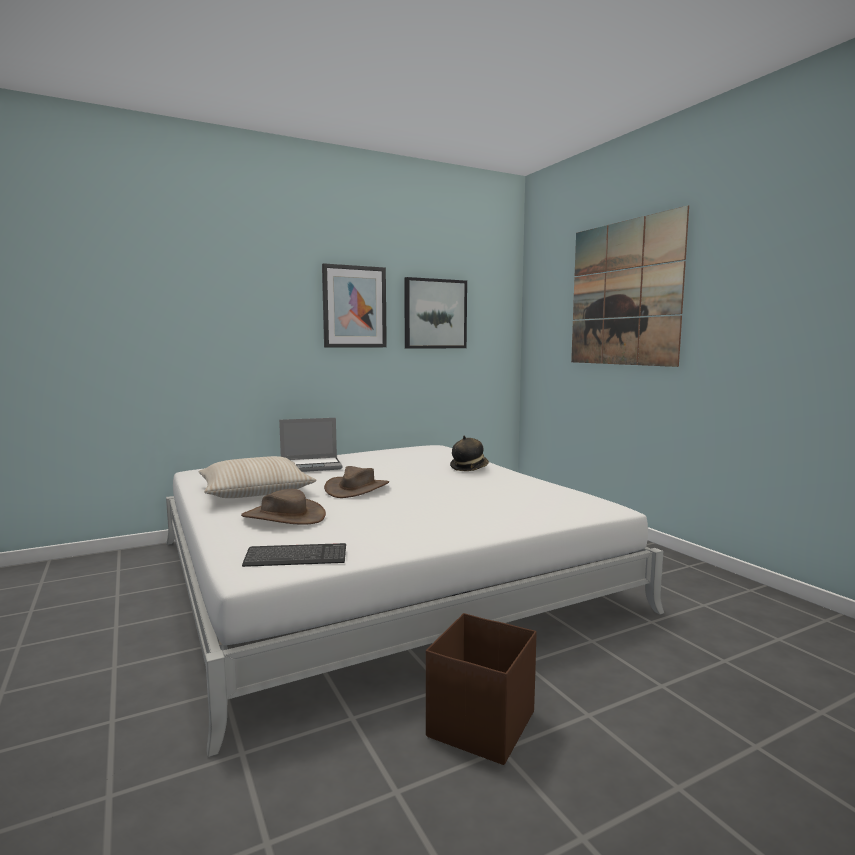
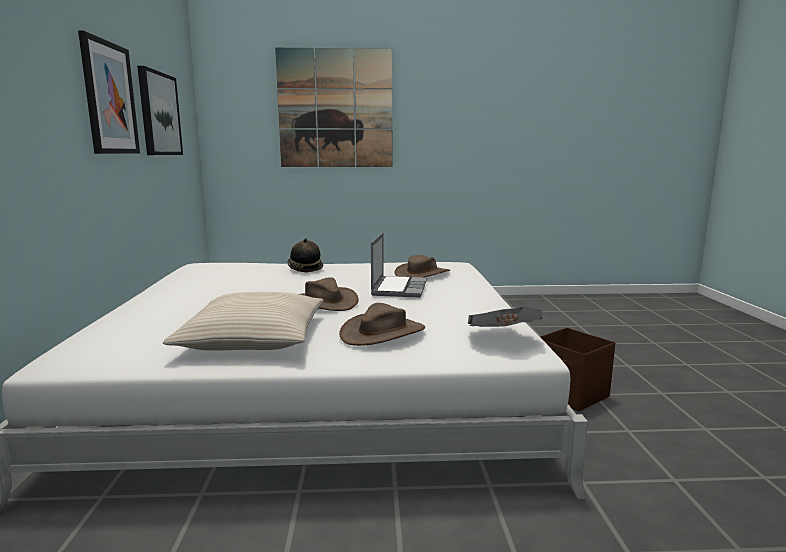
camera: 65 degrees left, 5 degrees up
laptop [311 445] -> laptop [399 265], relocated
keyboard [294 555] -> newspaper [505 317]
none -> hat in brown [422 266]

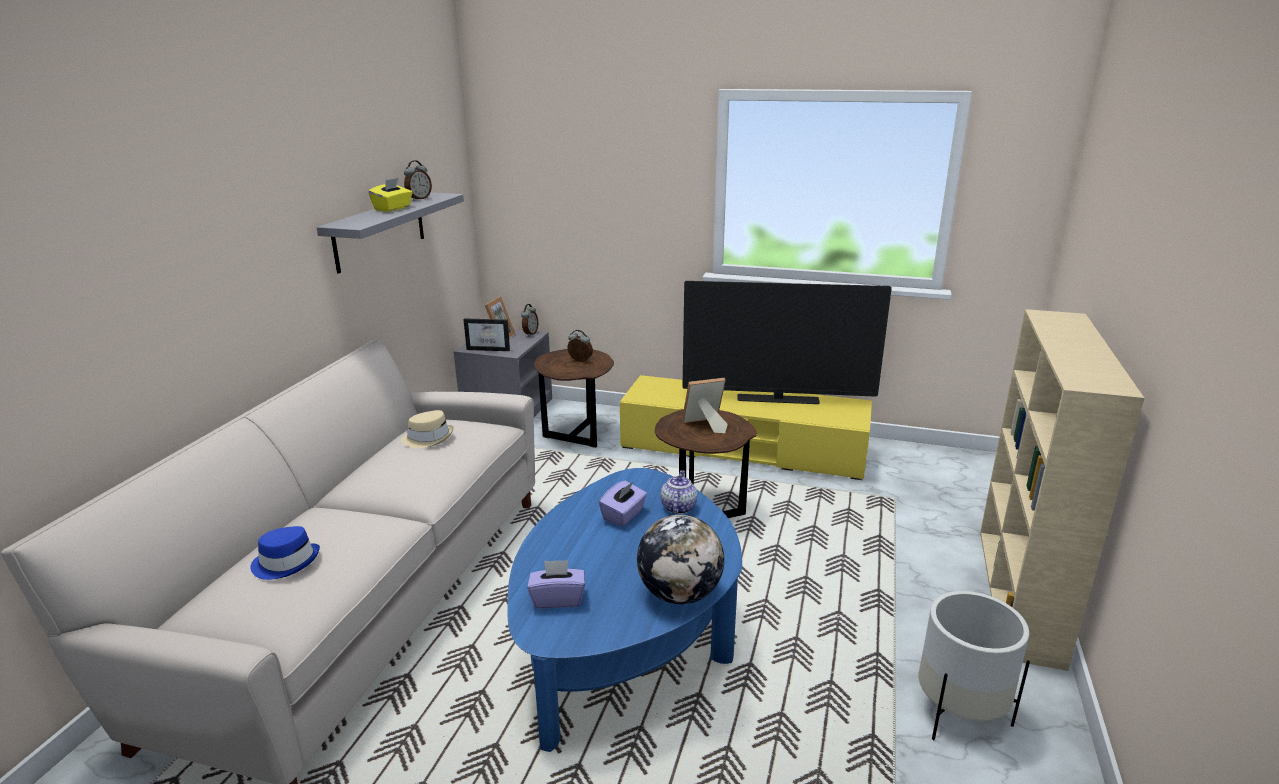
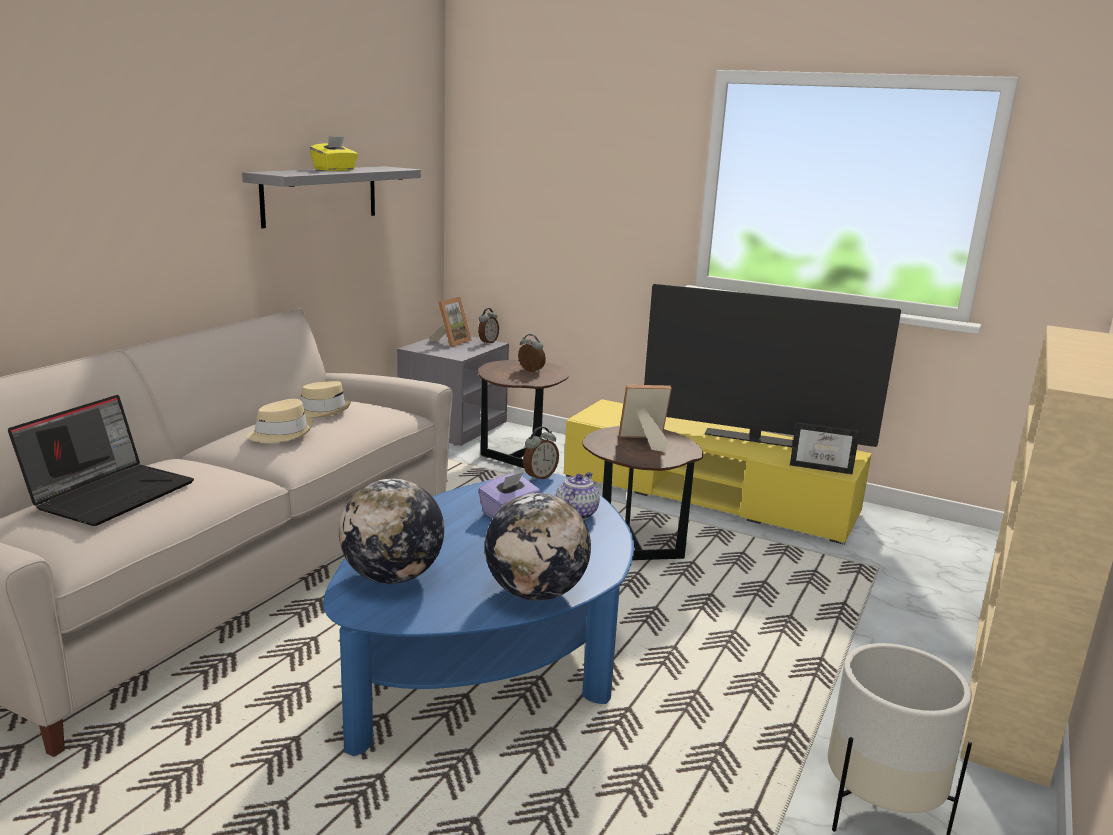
camera: 10 degrees right, 5 degrees down
alarm clock [418 180] -> alarm clock [541 454], relocated
picture frame [486 334] -> picture frame [825 448], relocated
hat in blue [285 553] -> laptop [101 460]
tissue box in purple [556 584] -> globe [391 531]
none -> hat in beige [280 421]

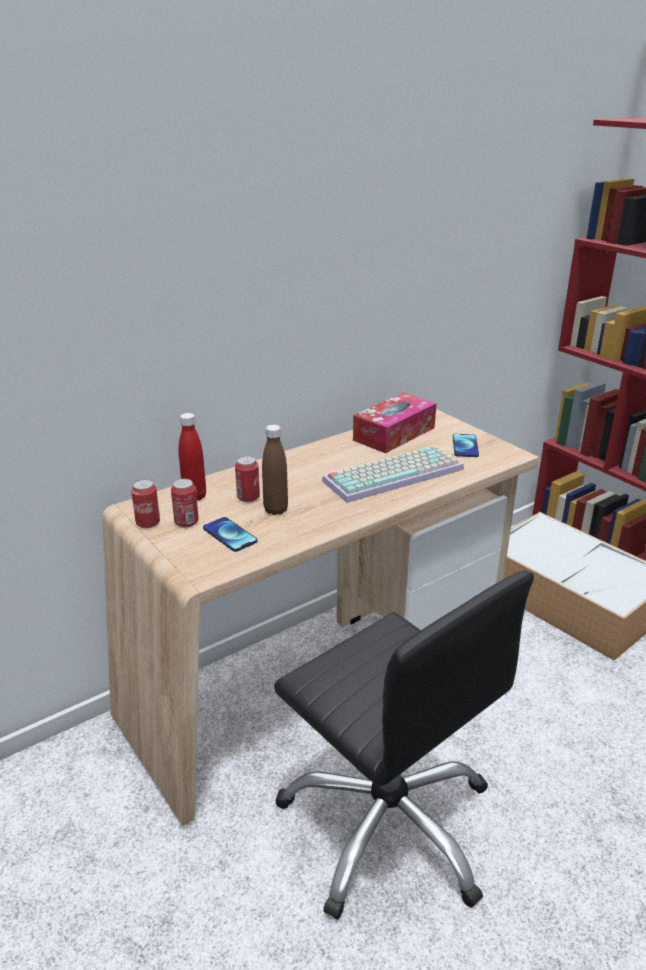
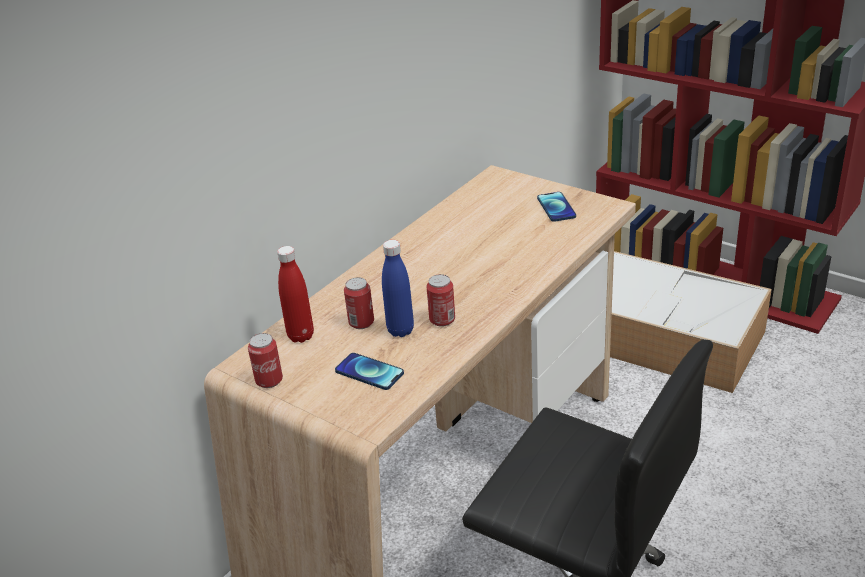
camera: 15 degrees left, 5 degrees up
tissue box [394 423] -> none
bottle in brown [275 469] -> bottle in blue [398 288]
keyboard [393 474] -> none
can [185 503] -> can [440 300], relocated

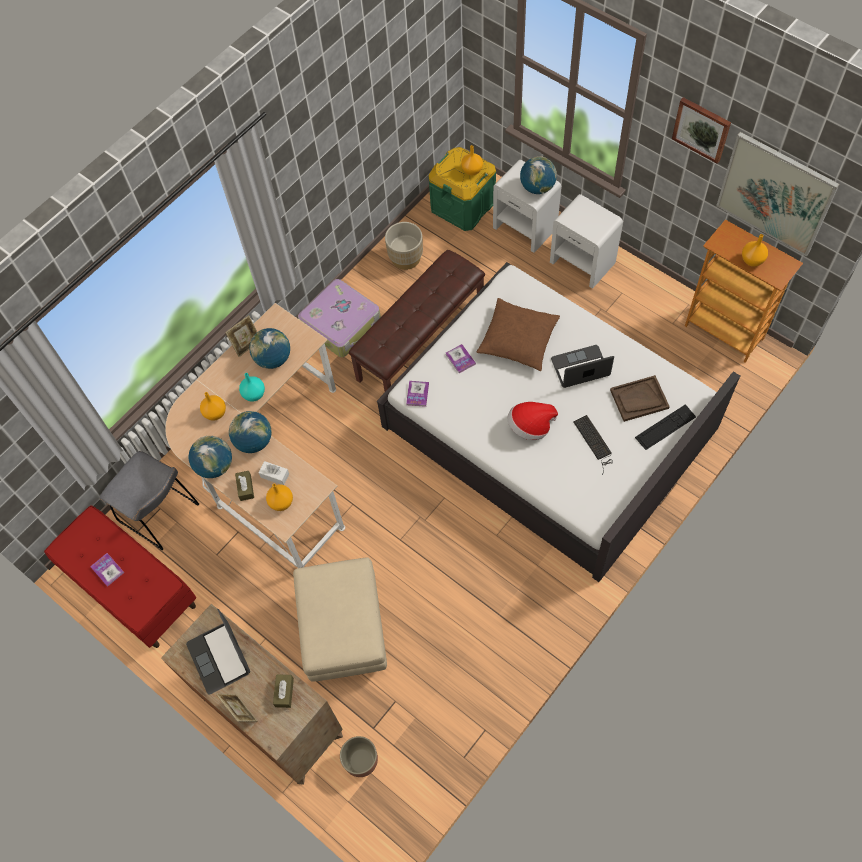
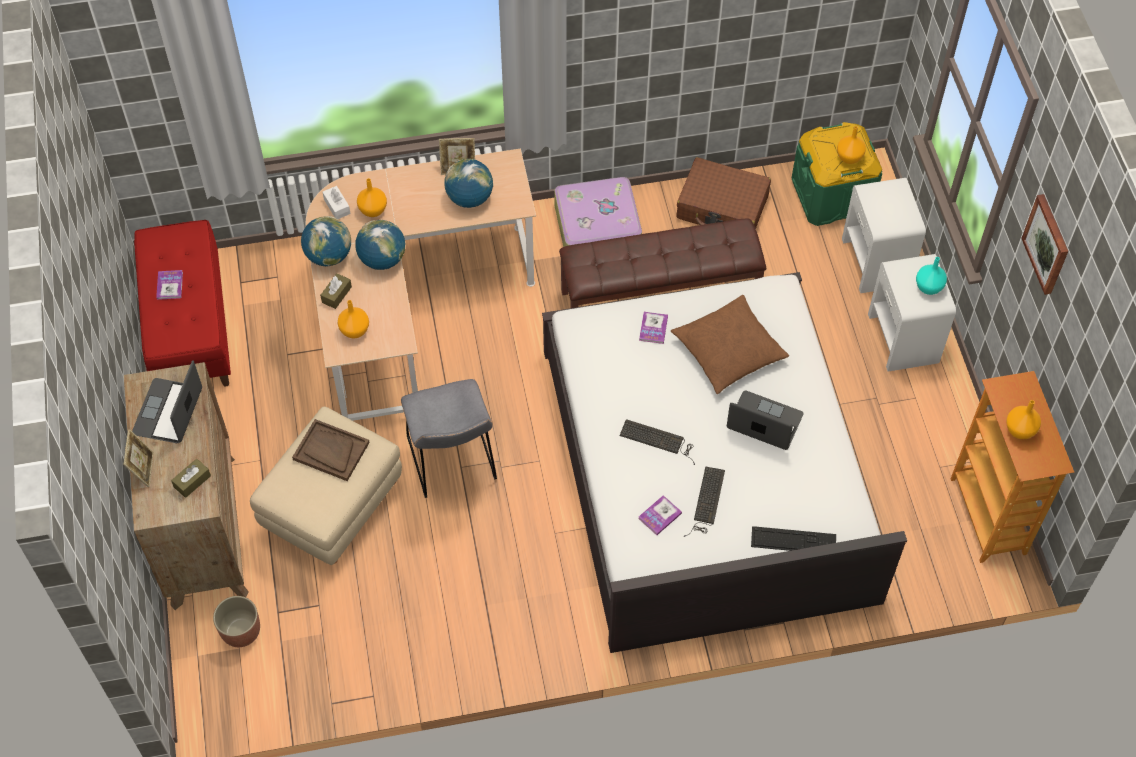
camera: 35 degrees right, 5 degrees down
picture [778 194] -> none
globe [538 175] -> none
planter in beige [404 246] -> suitcase in brown [724 192]
vase in turquoise [252 387] -> vase in turquoise [931 276], relocated
tray in brown [640 398] -> tray in brown [330 450], relocated
book [417 394] -> book [660 515], relocated
hat [533 421] -> keyboard [657 442]
chair in grey [149 500] -> chair in grey [449 438], relocated
tissue box in white [274 473] -> tissue box in white [336 202], relocated

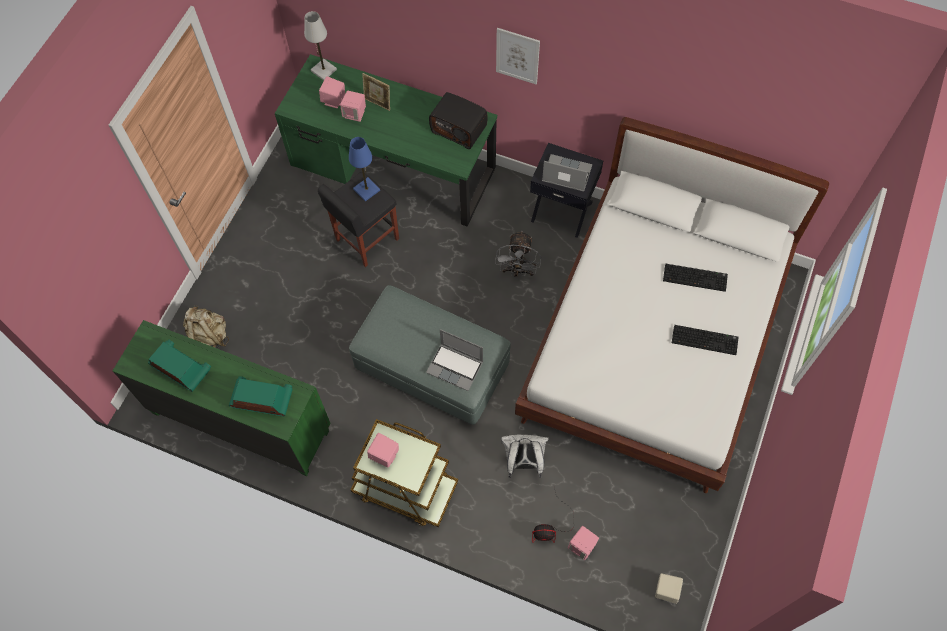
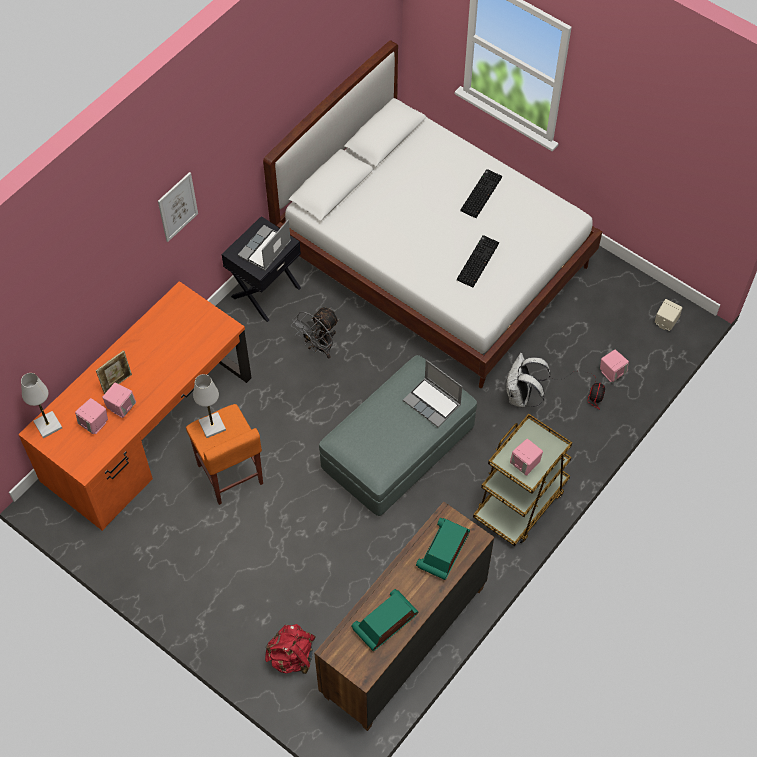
camera: 75 degrees left, 5 degrees down
desk in green [386 140] -> desk in orange [135 406]
radio [458 120] -> none
table lamp in blue [364 169] -> table lamp in white [209 406]
stool in black [358 219] -> stool in orange [224 454]
fan in grey [518 254] -> fan in grey [315 333], 105 degrees clockwise
keyboard [695 278] -> keyboard [478 261], relocated
backpack in beige [206 326] -> backpack in red [290 649]
dresser in green [221 398] -> dresser in brown [404 616]
laptop [454 360] -> laptop [432 393], 90 degrees clockwise

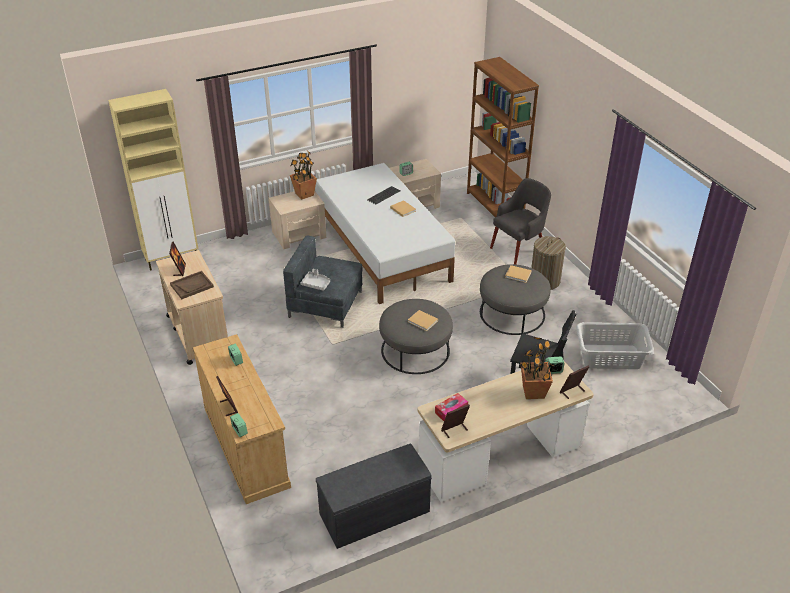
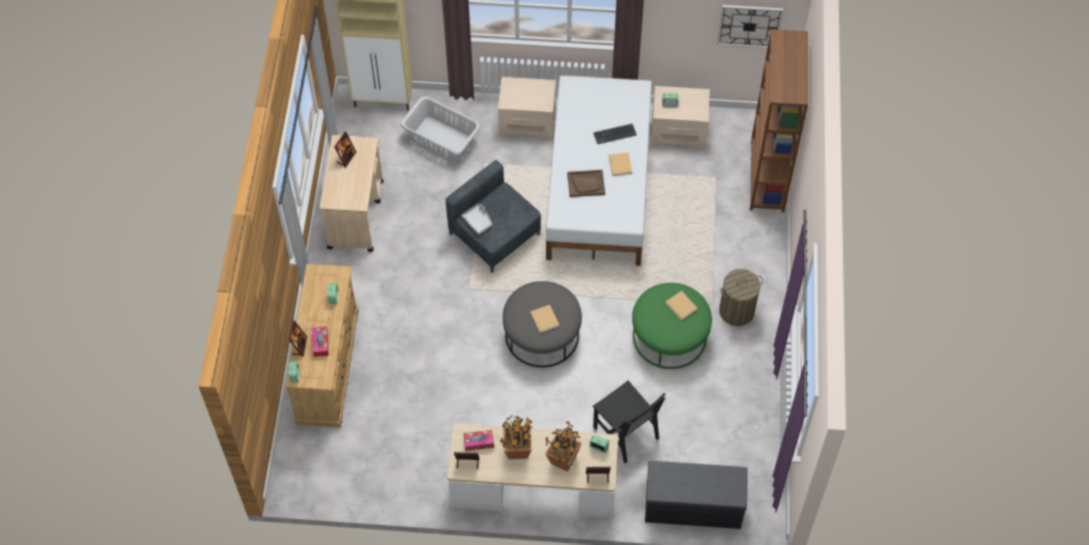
camera: 30 degrees right, 20 degrees up
potted plant [303 175] -> potted plant [516 437], relocated
armchair in grey [520 221] -> none
ottoman in grey [515 299] -> ottoman in green [672 326]
tray in brown [192 285] -> tray in brown [586 183], relocated
laundry basket in grey [615 345] -> laundry basket in grey [440 129], relocated
bench in grey [374 496] -> bench in grey [696 495], relocated
none -> wall clock [750 26]
none -> tissue box [320 341]

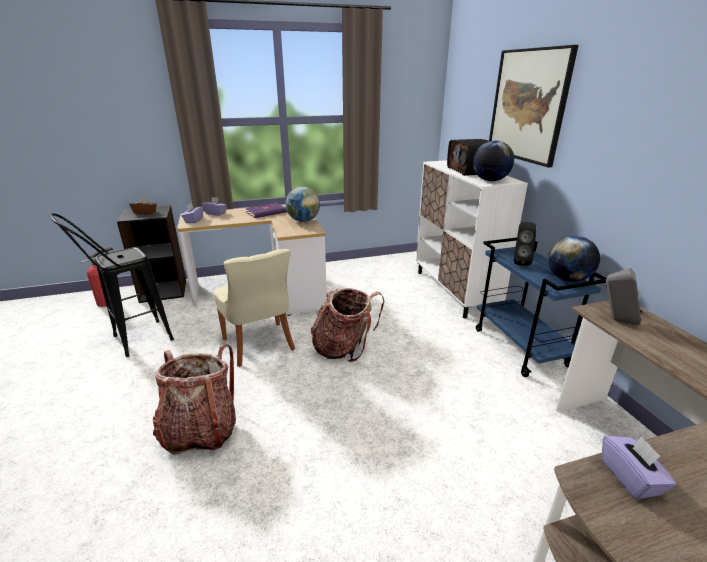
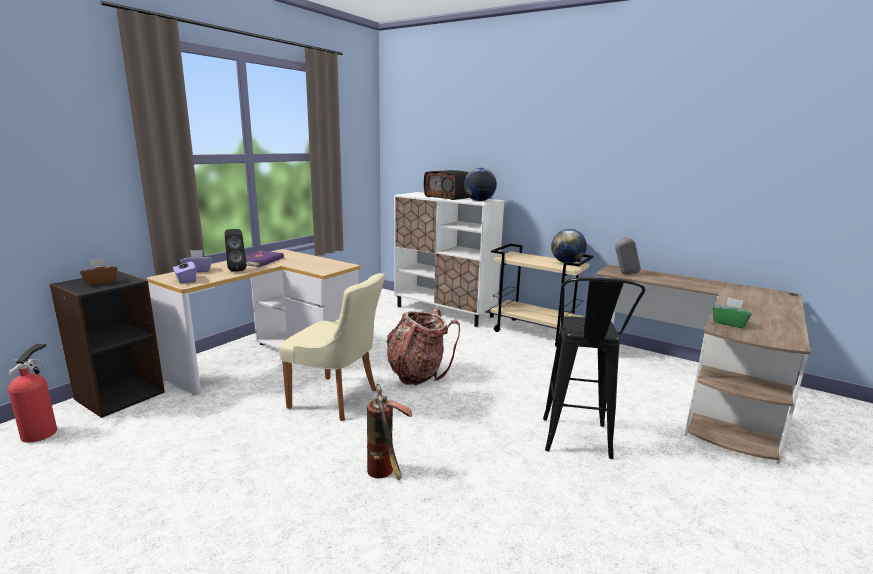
camera: 40 degrees left, 10 degrees down
picture [534 106] -> none
globe [302 204] -> none
stool in black [112 285] -> stool in black [594 368], relocated
speaker in black [525 244] -> speaker in black [236 250], relocated
cart in blue [541 307] -> cart in beige [542 295]
backpack [194 399] -> fire extinguisher [389 432]
tissue box in purple [639 467] -> tissue box in green [732 312]

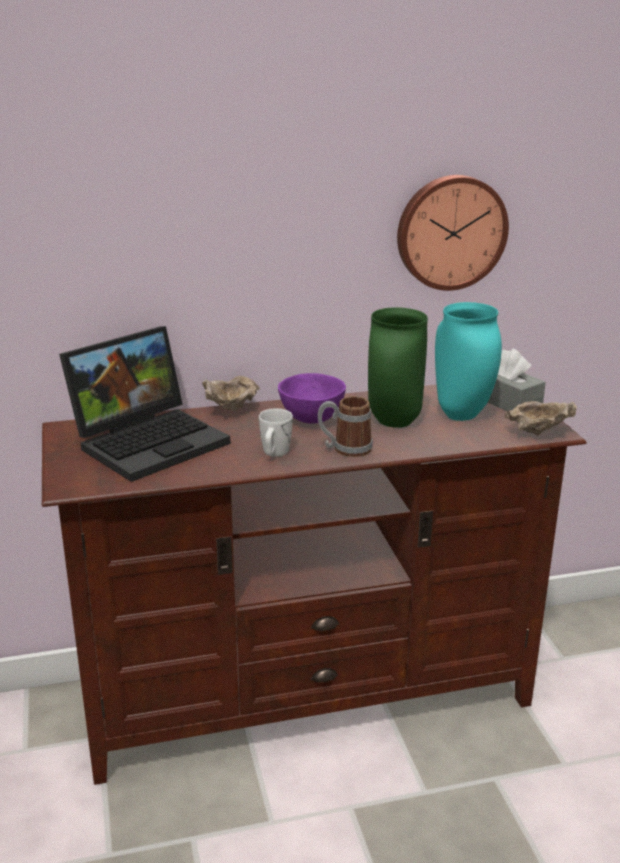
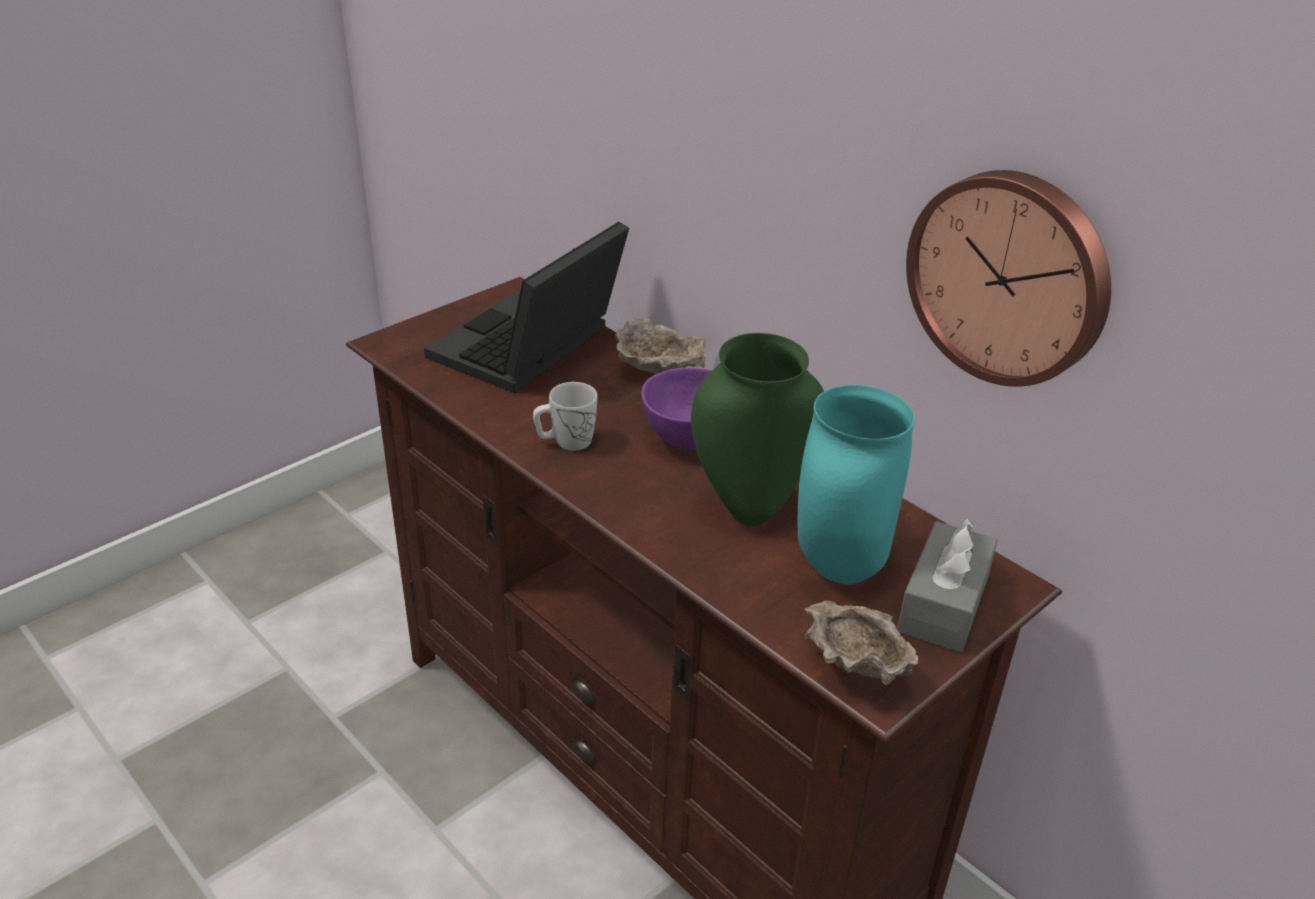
camera: 60 degrees right, 10 degrees up
laptop [144 404] -> laptop [526 308], 105 degrees clockwise
mug [345 426] -> none

